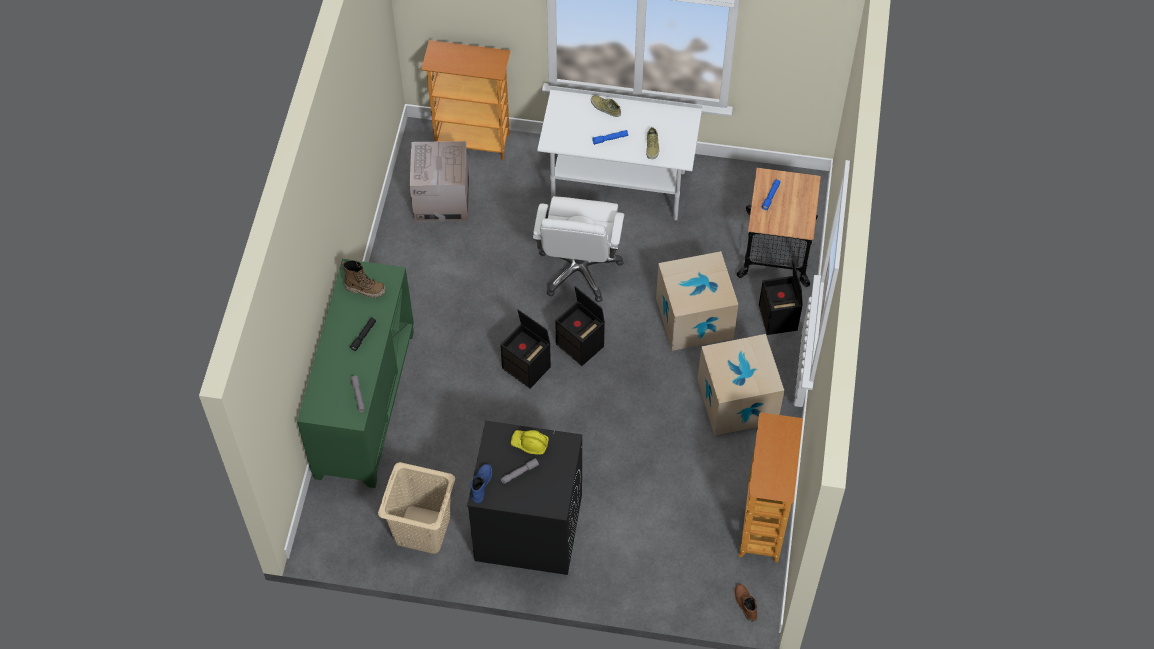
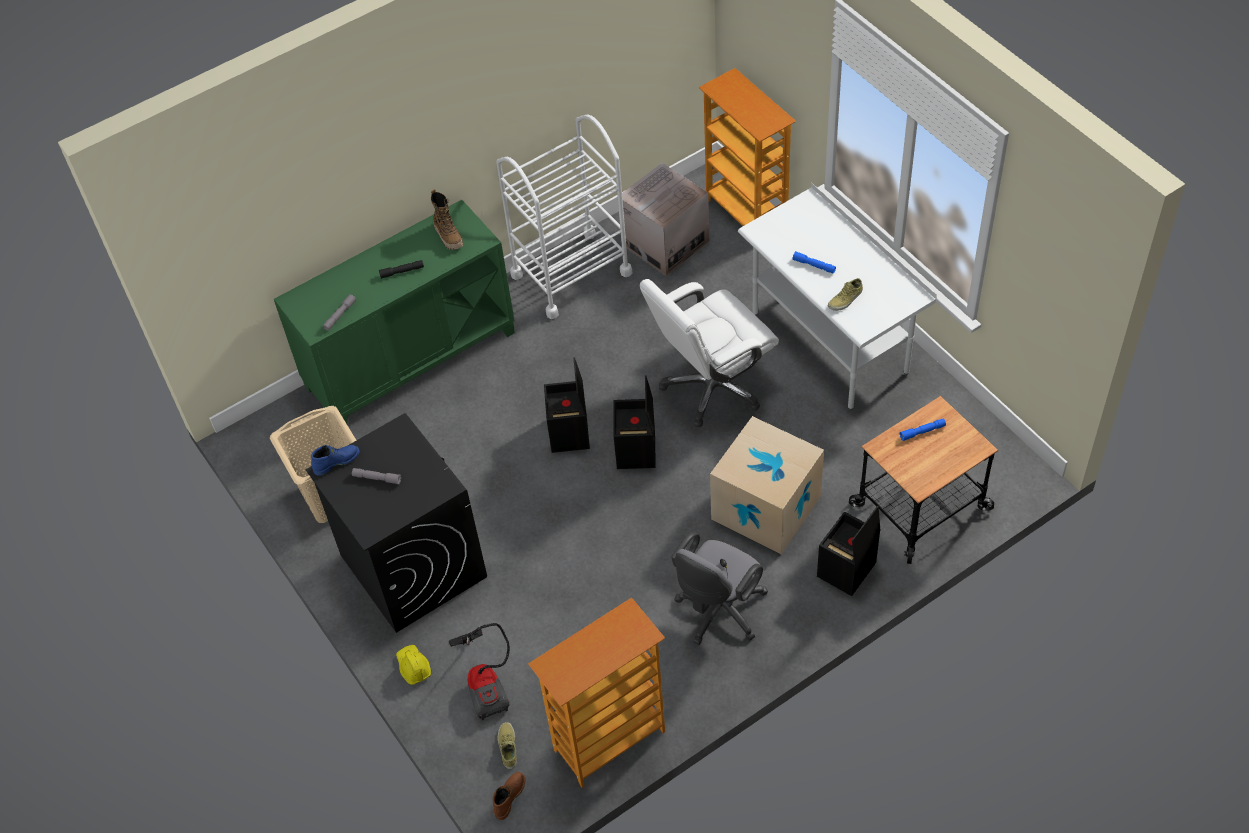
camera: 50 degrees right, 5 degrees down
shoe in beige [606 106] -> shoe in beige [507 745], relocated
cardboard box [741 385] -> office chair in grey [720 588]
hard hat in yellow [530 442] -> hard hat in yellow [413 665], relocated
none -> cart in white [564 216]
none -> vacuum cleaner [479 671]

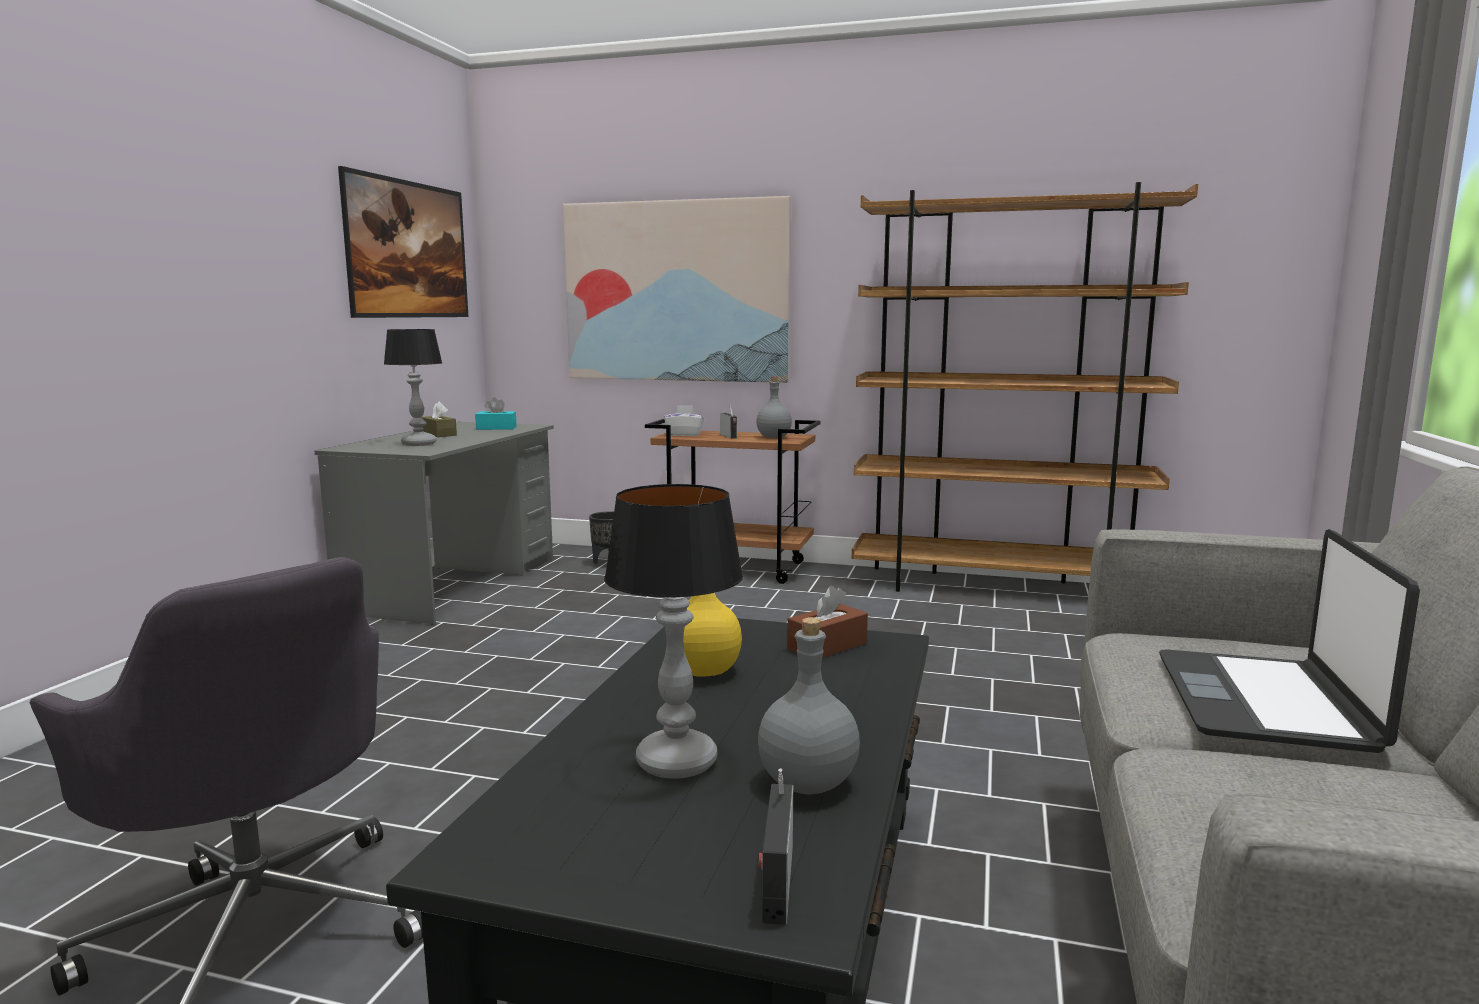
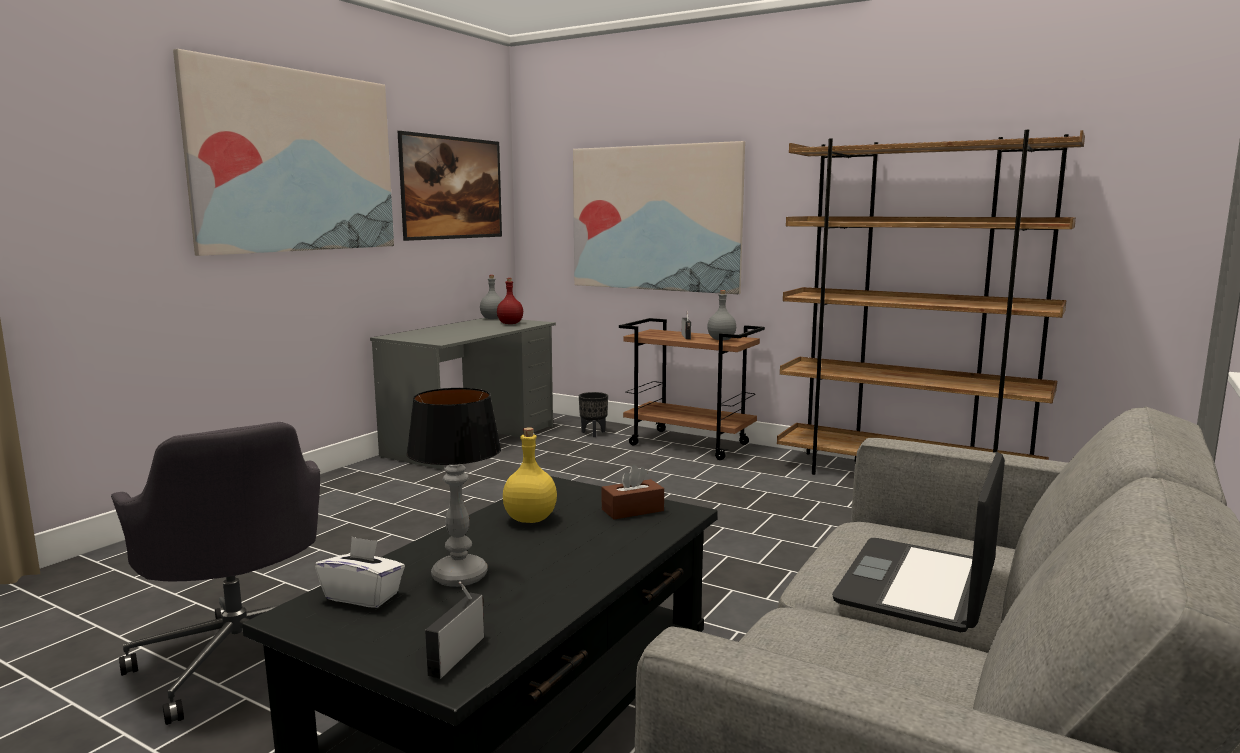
camera: 15 degrees right, 0 degrees up
table lamp [413 387] -> none
tissue box in turquoise [496 413] -> bottle in red [510 301]
tissue box in brown [439 419] -> none
tissue box in white [684 420] -> tissue box in white [360 572], relocated
bottle in grey [809 706] -> bottle in grey [491 297], relocated
none -> picture [283 152]

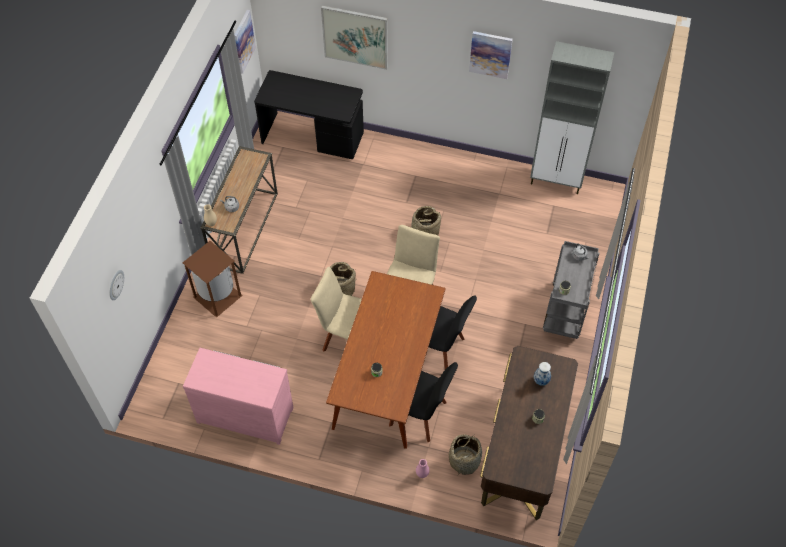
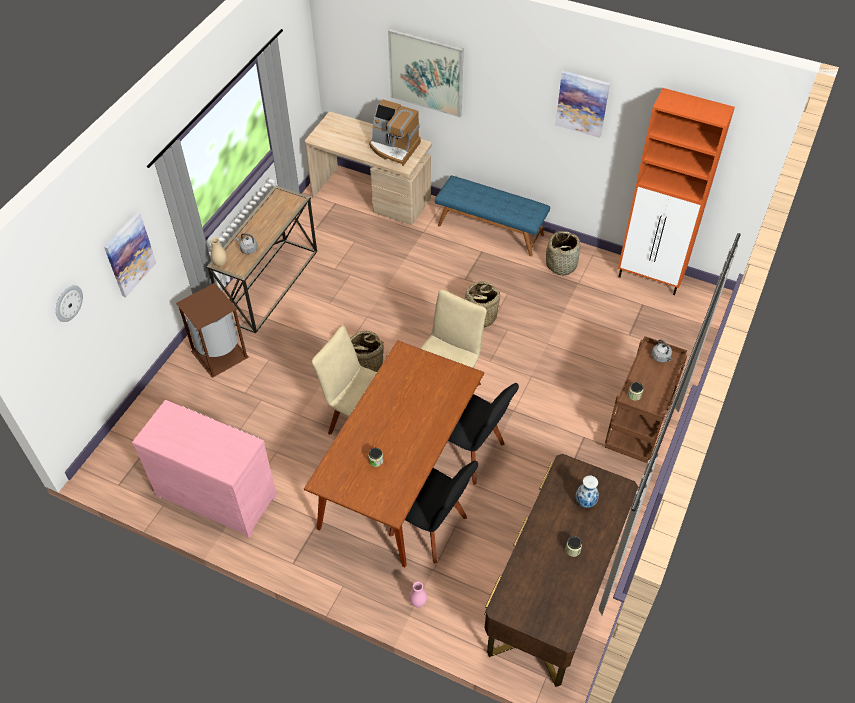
camera: 10 degrees right, 5 degrees down
picture [245 42] -> picture [130 254], relocated
cabinet in grey [572 117] -> cabinet in orange [676 191]
desk in black [309 114] -> desk in beige [368 168]
cart in grey [571 290] -> cart in brown [646 399]
basket [465 455] -> basket [563 253], relocated
none -> coffee machine [395 132]
none -> bench in blue [492 216]

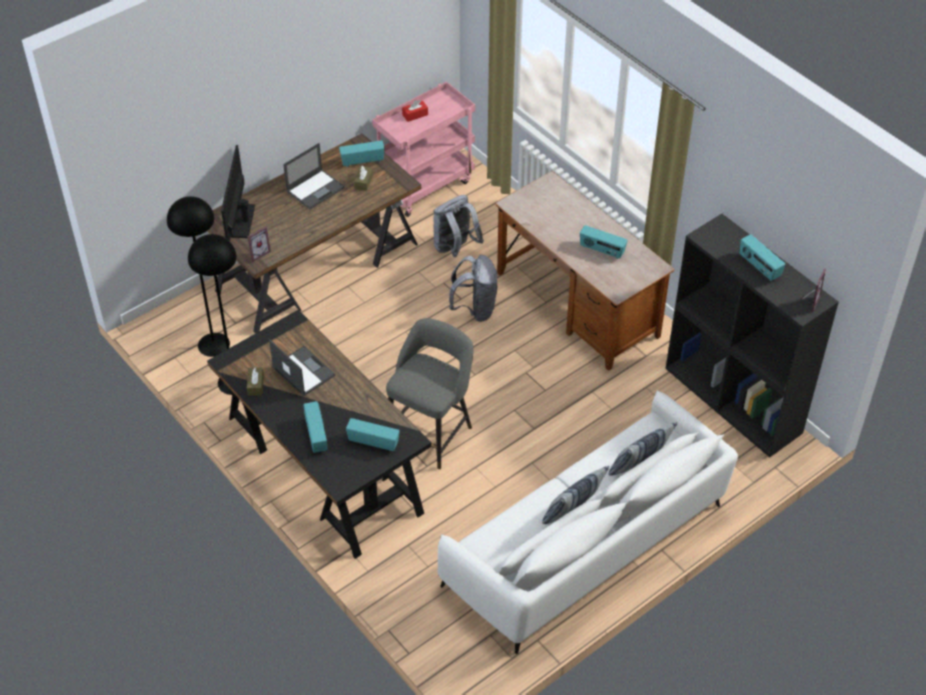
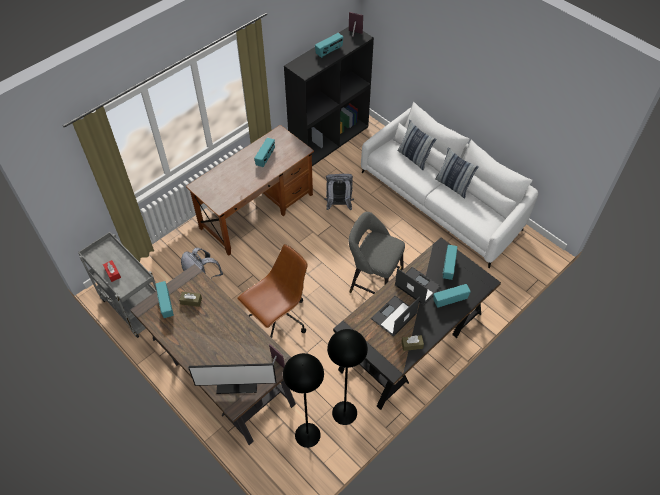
camera: 95 degrees left, 5 degrees up
cart in pink [423 149] -> cart in grey [117 285]
laptop [314 176] -> laptop [418 286], relocated
backpack in grey [473 288] -> backpack in grey [339 192], relocated
none -> office chair in brown [272 291]

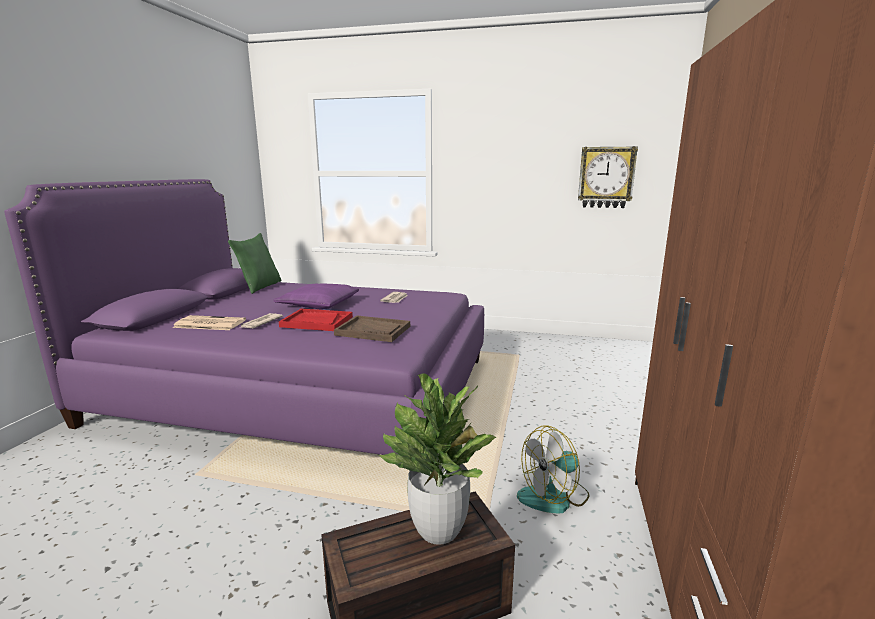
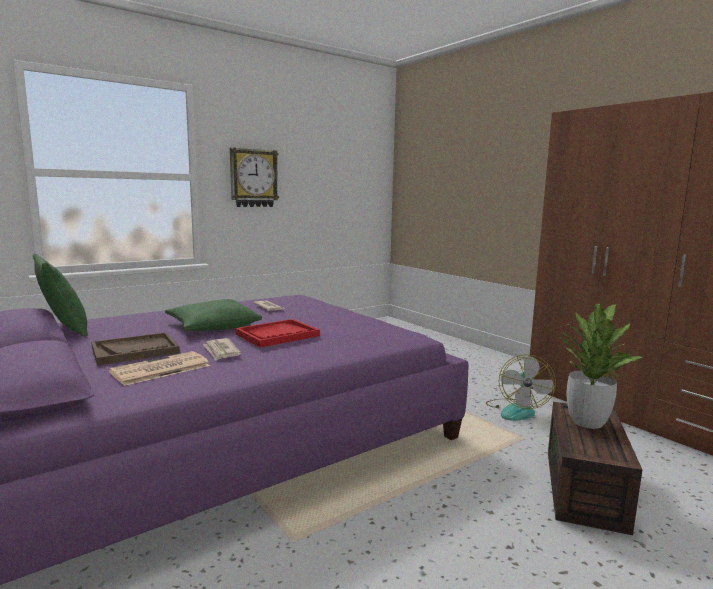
camera: 50 degrees left, 5 degrees down
wall clock [608 177] -> wall clock [254 177], relocated
pillow in purple [316 296] -> pillow in green [213 315]
tray in brown [372 329] -> tray in brown [135 349], relocated

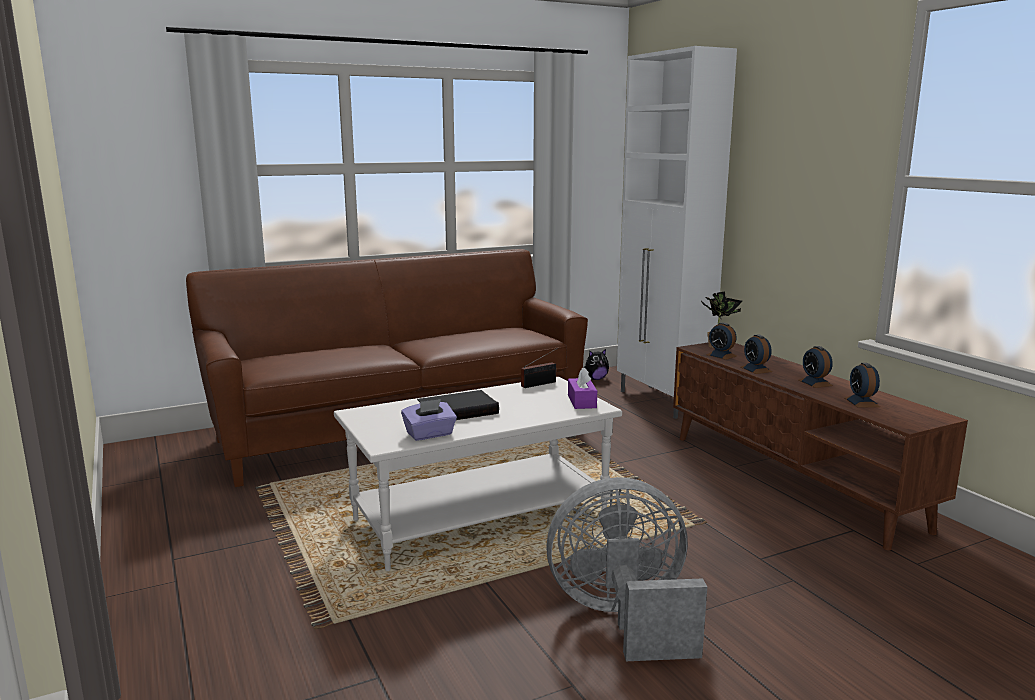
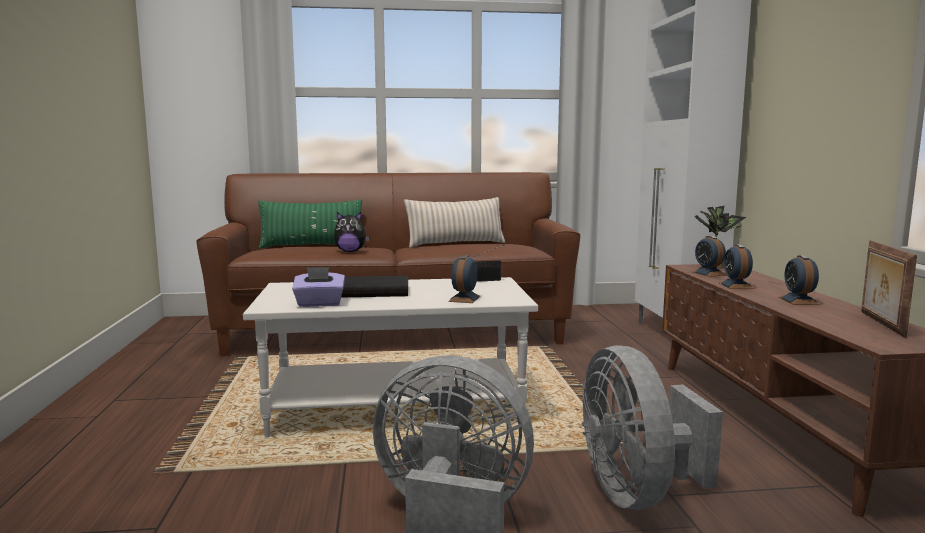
camera: 20 degrees right, 5 degrees down
plush toy [597 364] -> plush toy [352 232], relocated
alarm clock [862 385] -> alarm clock [464 279], relocated
tissue box in purple [582 388] -> none
none -> pillow in beige [454 222]
none -> pillow in green [311 224]
none -> picture frame [889 289]
none -> fan in grey [652 427]

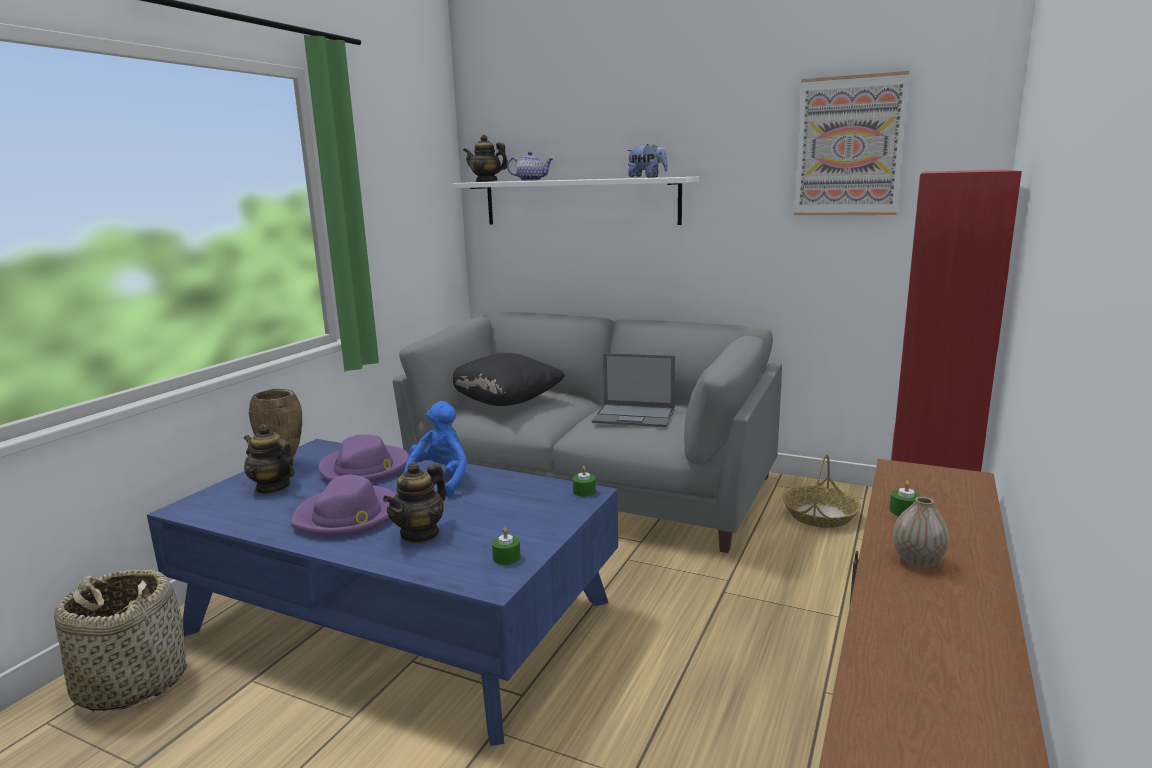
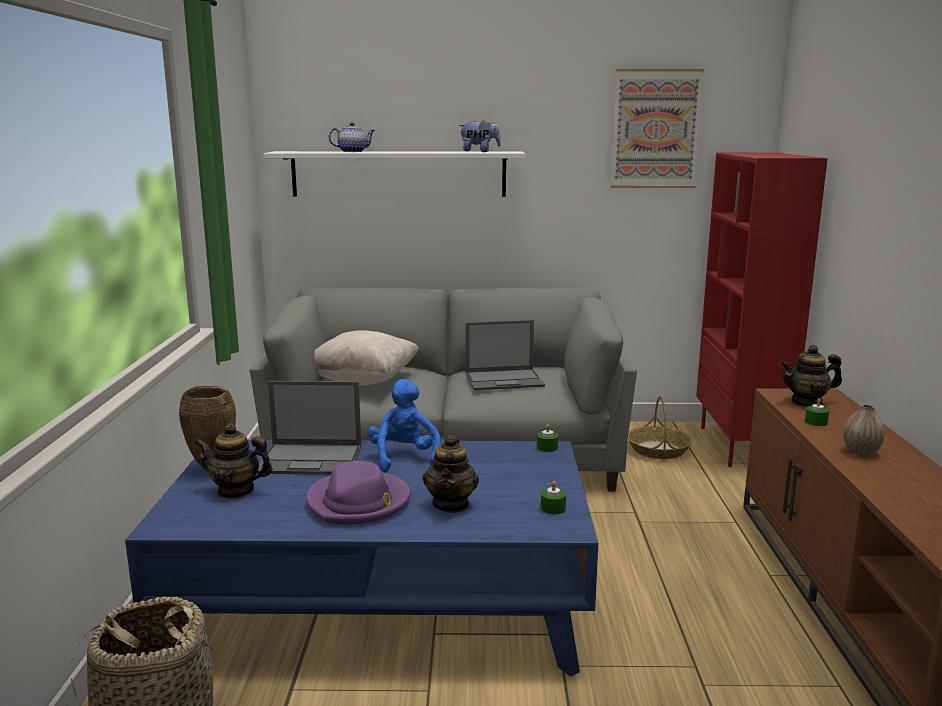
camera: 25 degrees left, 0 degrees up
teapot [485 158] -> teapot [811 376], relocated
pillow in black [509 379] -> pillow in beige [366 357]
hat in purple [363 458] -> laptop [309 428]

